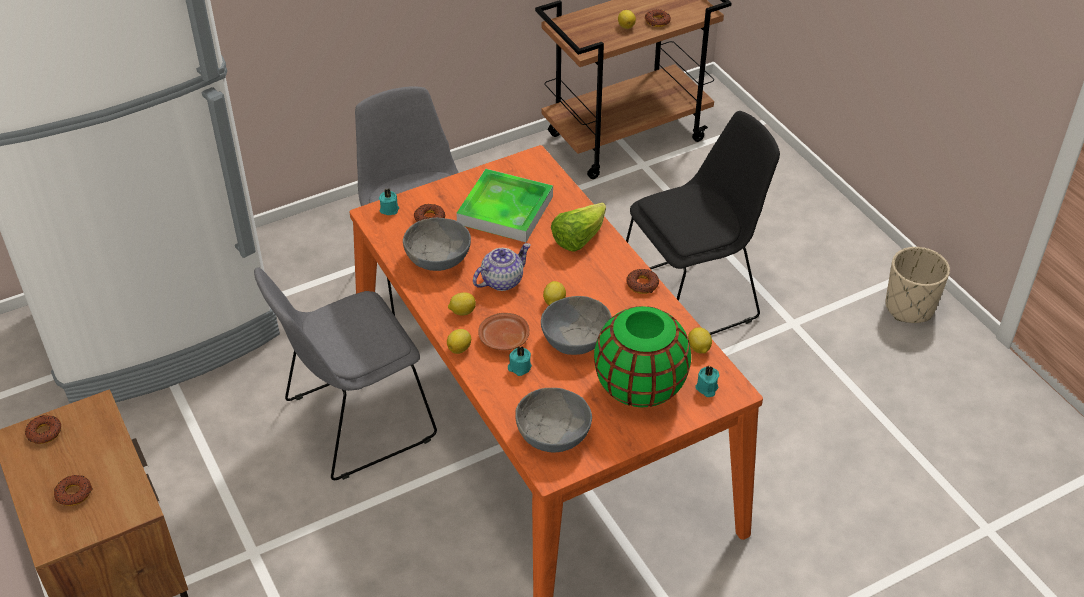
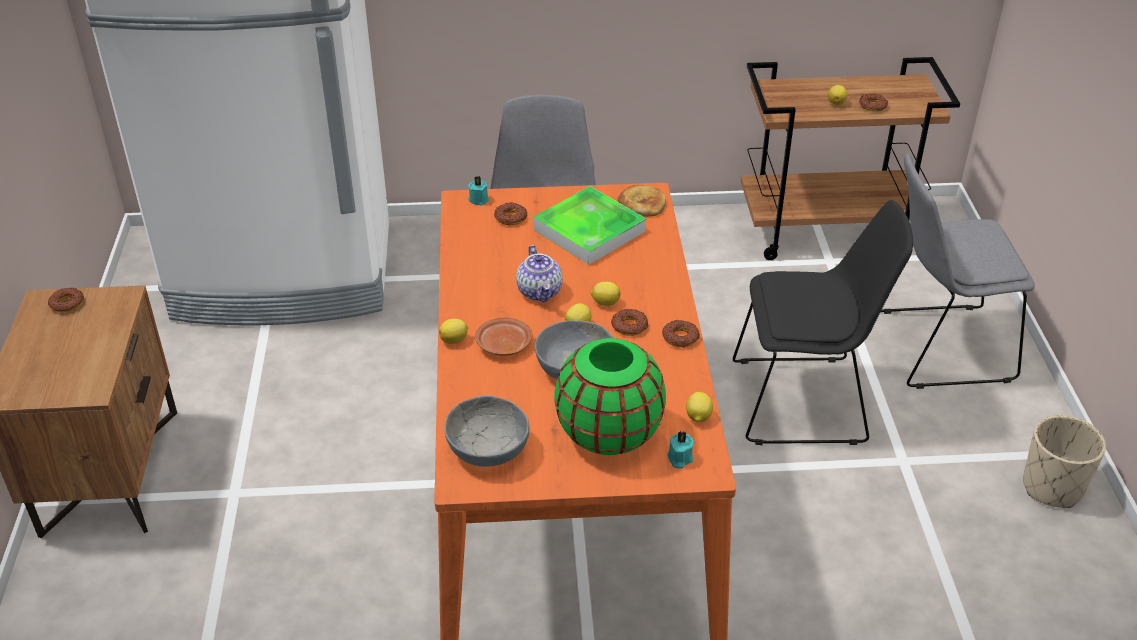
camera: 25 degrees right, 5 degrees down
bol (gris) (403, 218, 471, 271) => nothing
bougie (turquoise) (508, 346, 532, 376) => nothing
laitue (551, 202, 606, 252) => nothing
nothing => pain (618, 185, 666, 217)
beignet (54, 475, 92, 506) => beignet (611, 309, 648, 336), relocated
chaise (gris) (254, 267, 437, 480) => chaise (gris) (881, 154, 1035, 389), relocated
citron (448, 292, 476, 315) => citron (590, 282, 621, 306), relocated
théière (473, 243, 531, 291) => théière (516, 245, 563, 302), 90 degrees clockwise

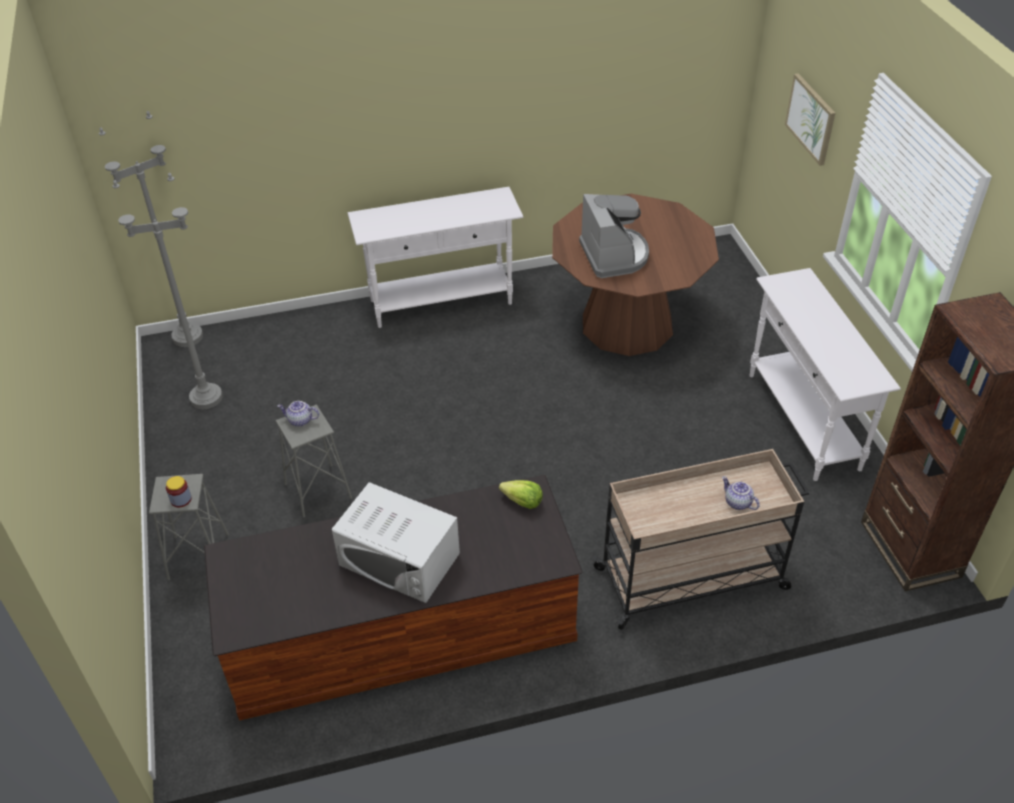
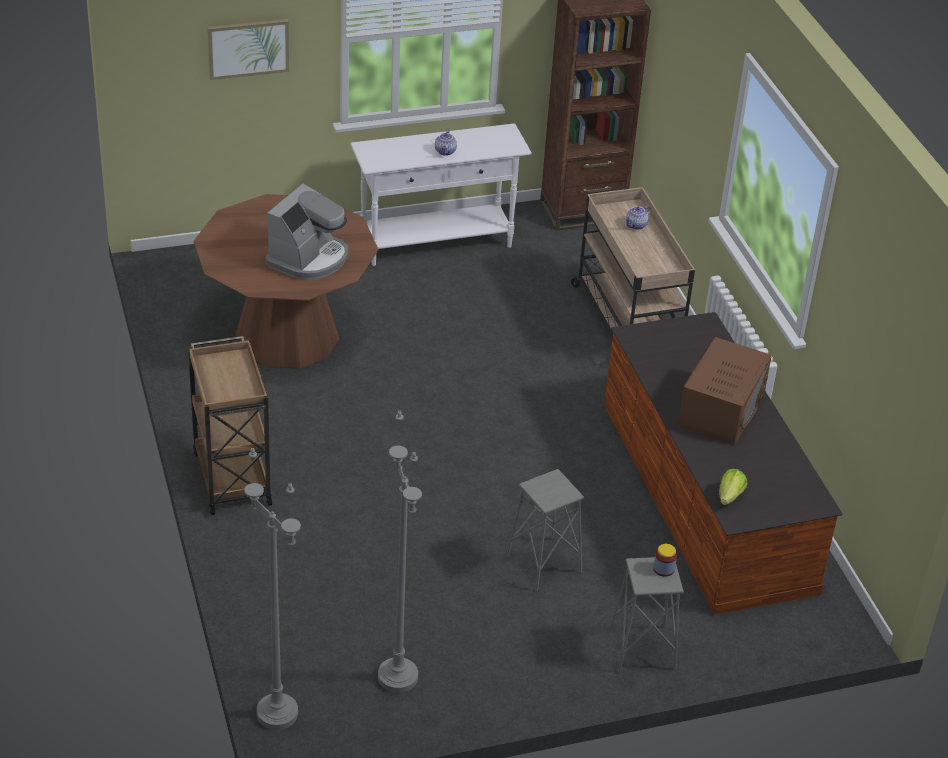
camera: 95 degrees left, 5 degrees down
théière (277, 401, 319, 427) => théière (435, 129, 457, 156), relocated
laitue (499, 480, 543, 509) => laitue (719, 469, 747, 505), relocated
table console (blanc) (348, 187, 523, 328) => chariot (marron) (188, 336, 272, 515)
micro-ondes (blanc) (332, 482, 460, 603) => micro-ondes (marron) (678, 337, 772, 445)
machine à café (579, 194, 649, 278) => machine à café (265, 184, 348, 280), 135 degrees clockwise

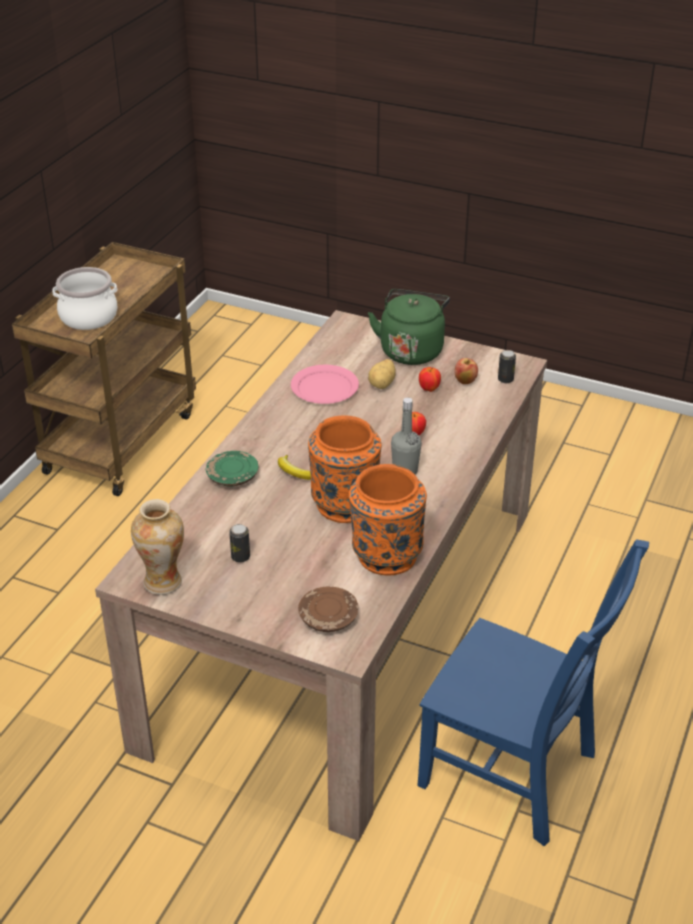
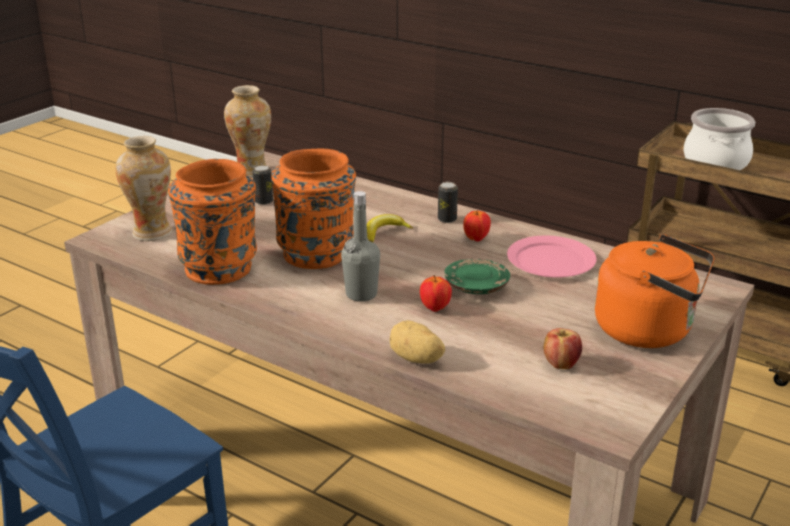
camera: 100 degrees right, 10 degrees down
assiette (vert) (206, 451, 258, 486) => assiette (vert) (444, 259, 510, 294), relocated
pomme de terre (368, 359, 396, 389) => pomme de terre (389, 320, 445, 364), relocated
pomme (419, 367, 441, 392) => pomme (463, 210, 491, 242), relocated
boîte métallique (498, 350, 516, 383) => boîte métallique (438, 182, 458, 223), relocated
assiette (marron) (298, 586, 358, 632) => vase (116, 136, 173, 241)
bouilloire (vert) (368, 289, 450, 365) => bouilloire (orange) (595, 234, 715, 348)

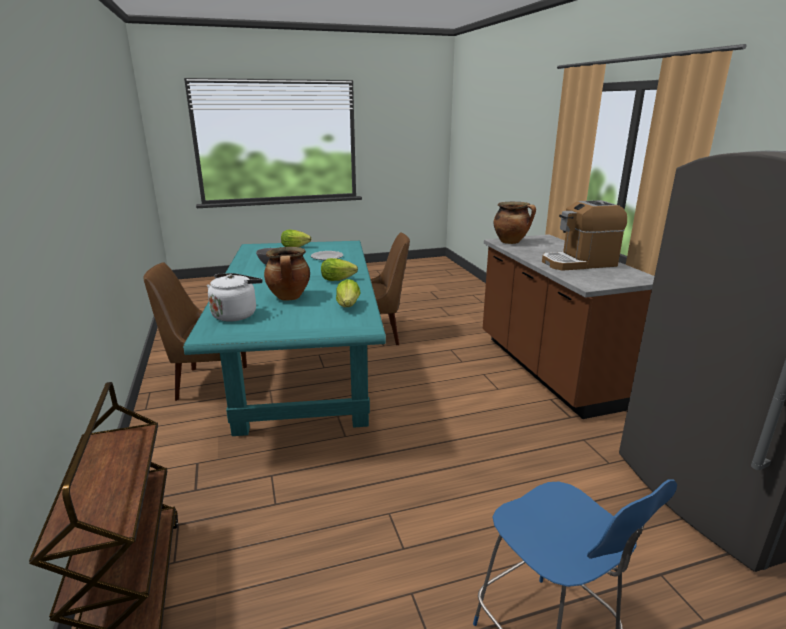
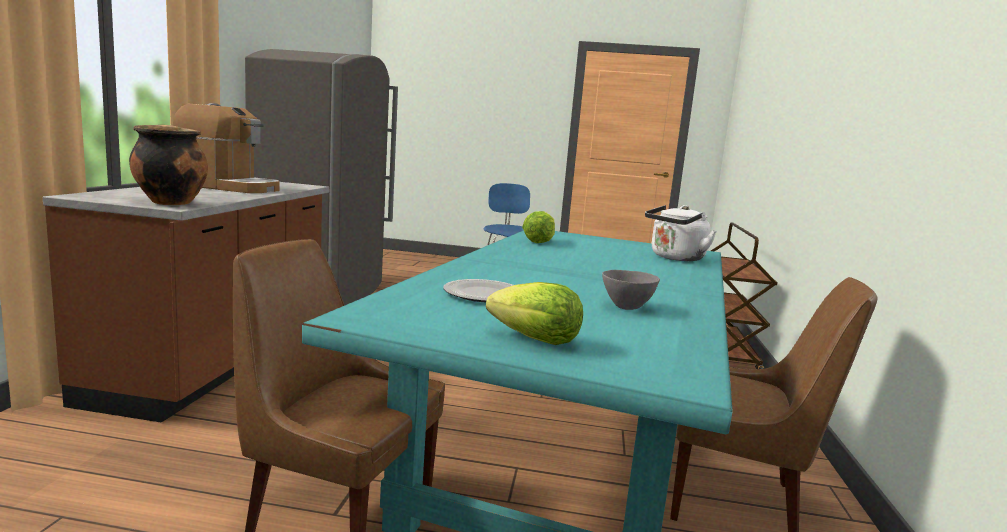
camera: 155 degrees left, 10 degrees down
marmite (264, 247, 310, 301) => nothing
laitue (321, 258, 358, 281) => nothing

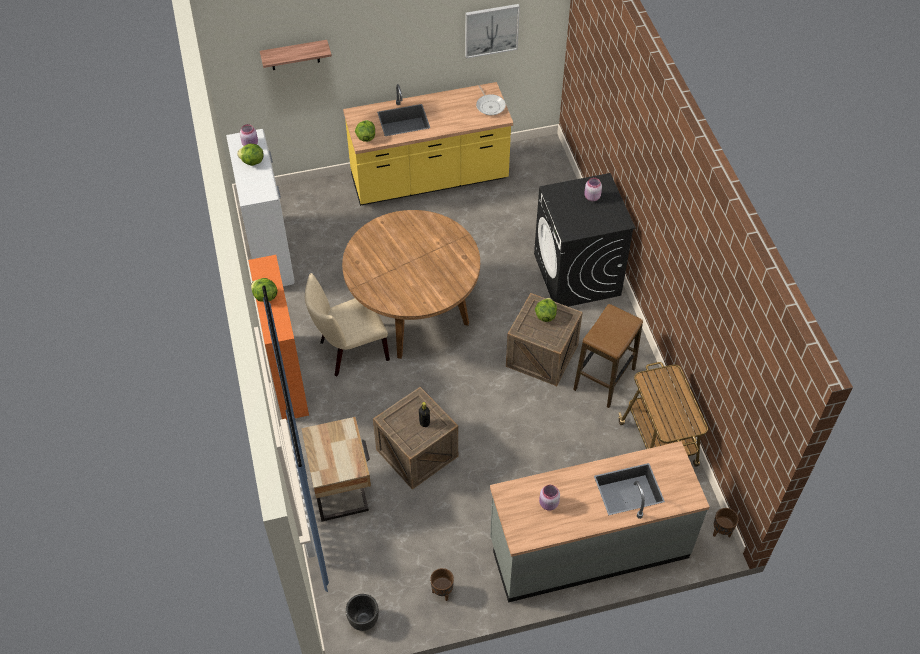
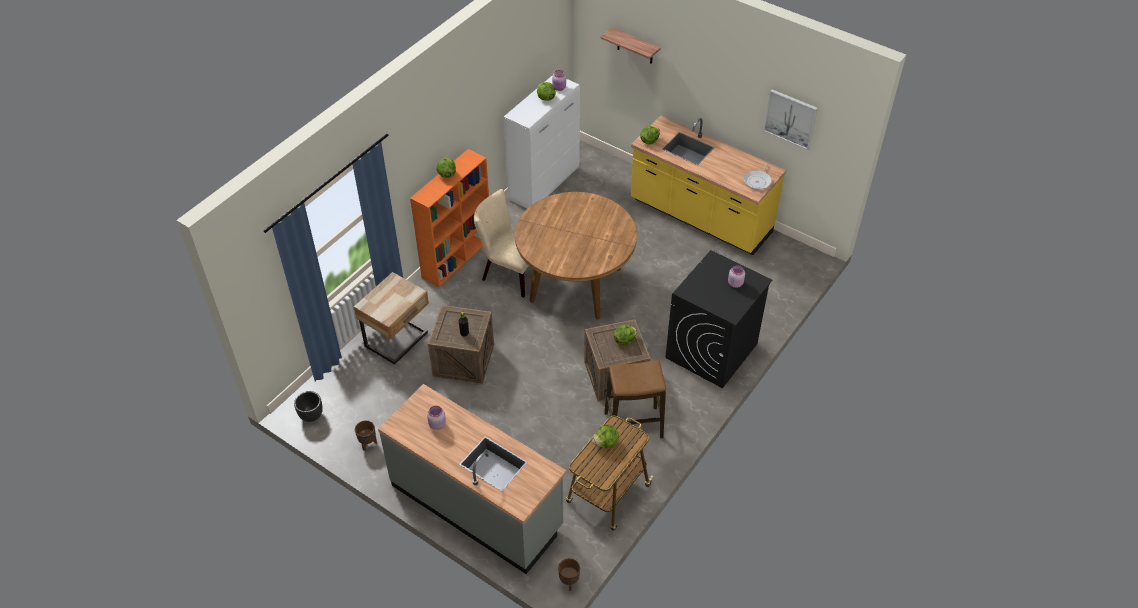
camera: 50 degrees right, 5 degrees down
nothing => laitue (592, 425, 619, 448)

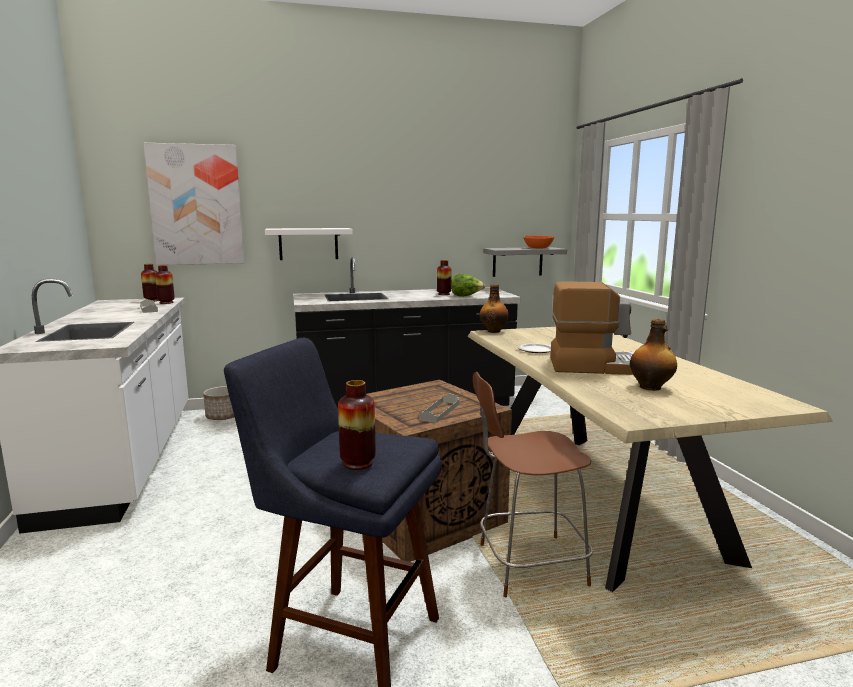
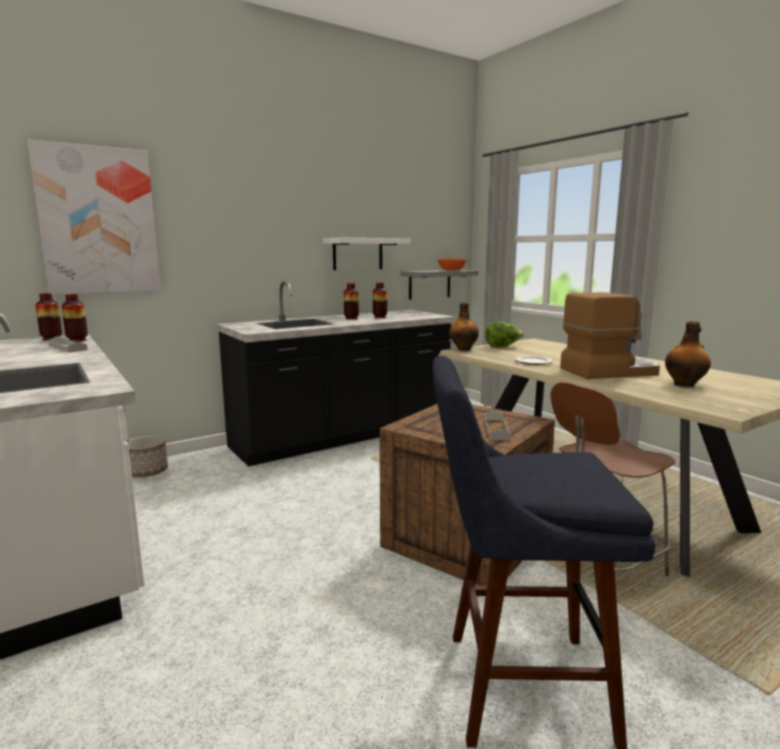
camera: 20 degrees left, 0 degrees up
étagère (blanc) (265, 228, 353, 260) => étagère (blanc) (322, 237, 410, 270), relocated
vase (338, 380, 376, 470) => vase (344, 283, 359, 320), relocated
laitue (451, 274, 485, 297) => laitue (485, 321, 524, 347), relocated

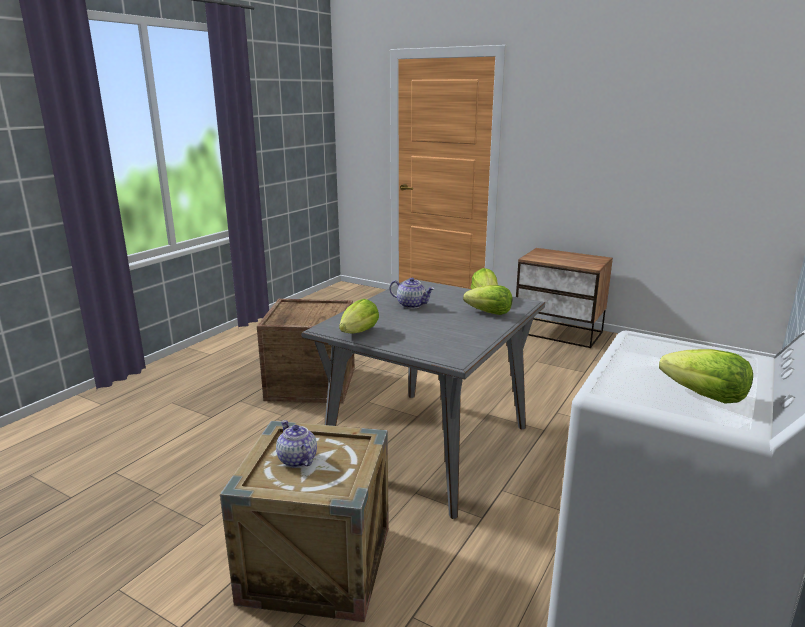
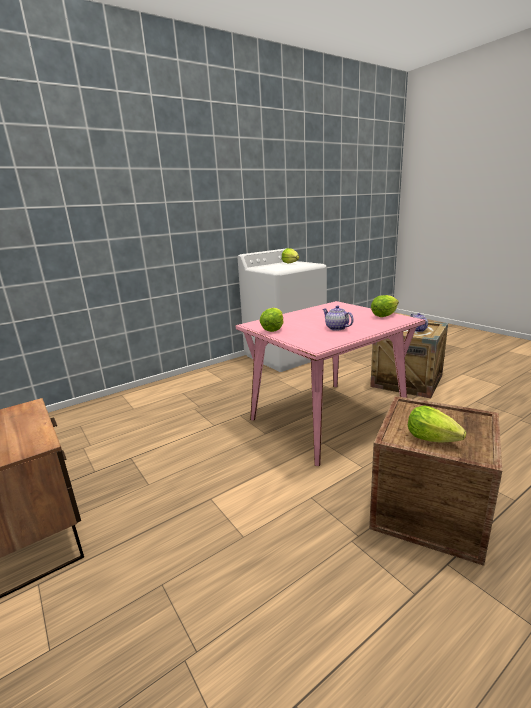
camera: 155 degrees left, 0 degrees up
laitue (463, 285, 512, 315) => laitue (408, 405, 466, 442), relocated
table à manger (gris) (302, 278, 545, 519) => table à manger (rose) (236, 301, 425, 466)

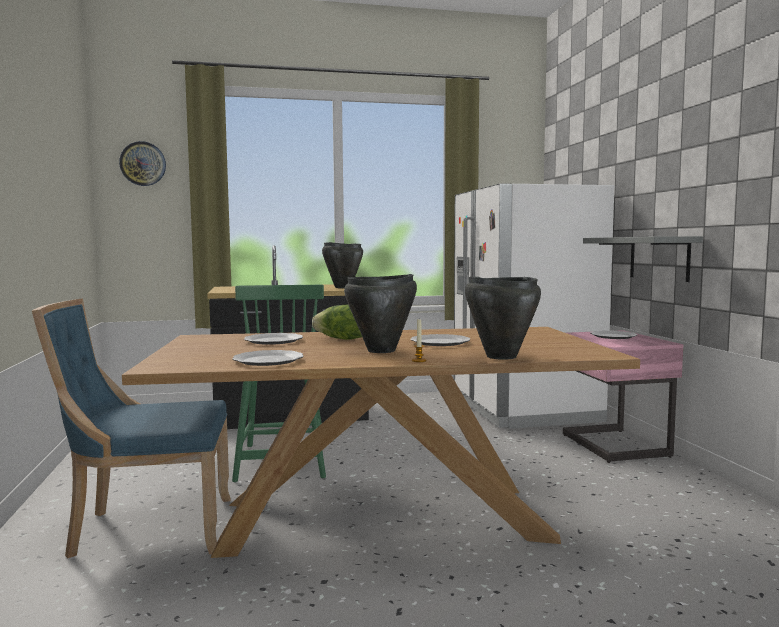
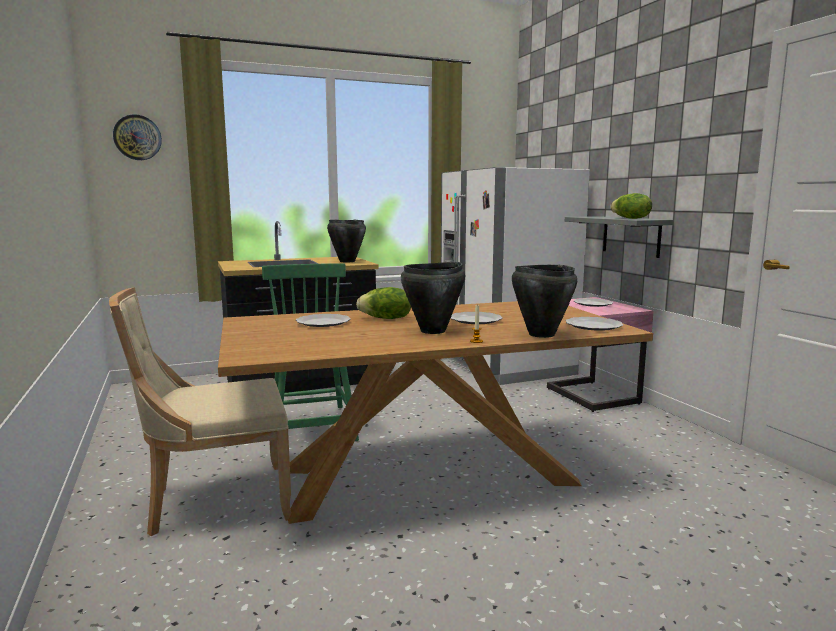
camera: 10 degrees left, 5 degrees up
nothing => laitue (610, 193, 652, 219)
assiette (232, 350, 304, 366) => assiette (565, 317, 623, 331), relocated
chaise (bleu) (32, 299, 231, 558) => chaise (beige) (109, 287, 291, 536)

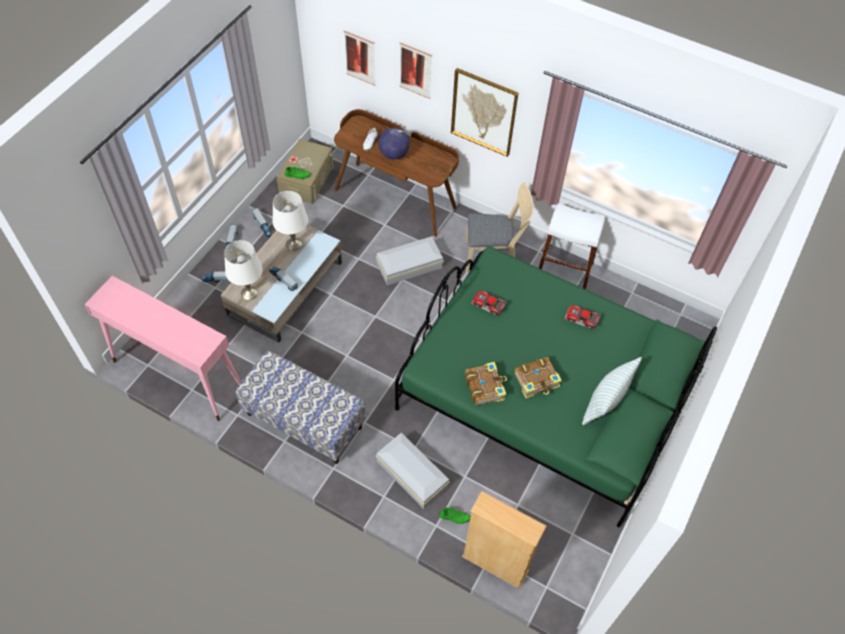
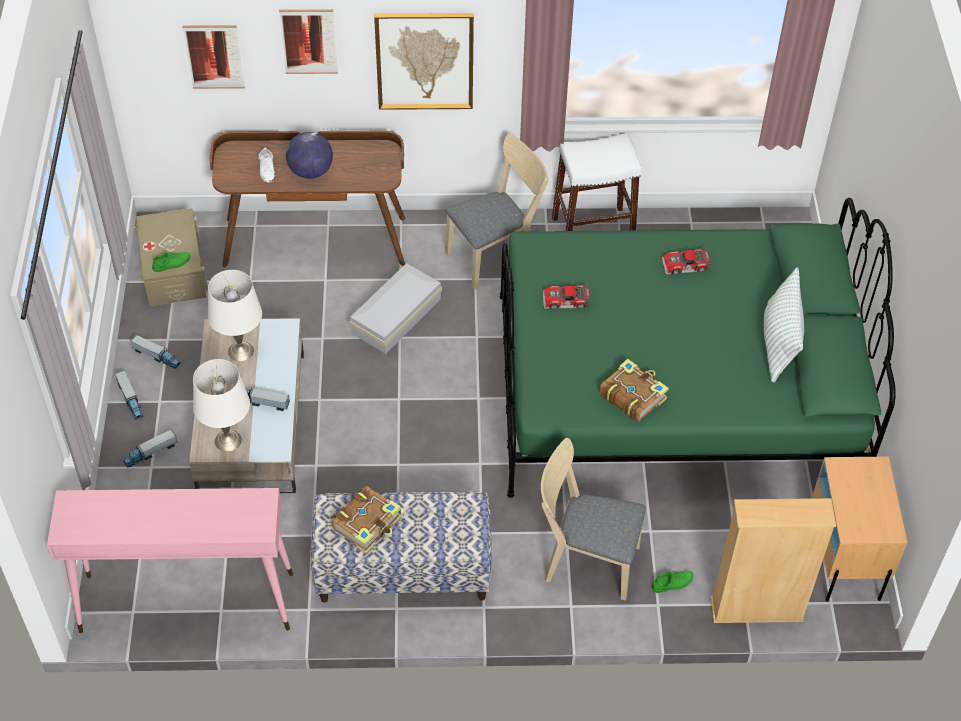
camera: 30 degrees left, 5 degrees down
nothing => table de chevet (beige) (813, 456, 907, 602)
livre (514, 357, 562, 399) => livre (332, 486, 401, 554), relocated
boîte de rangement (blanc) (376, 432, 450, 509) => chaise (beige) (541, 438, 646, 601)

